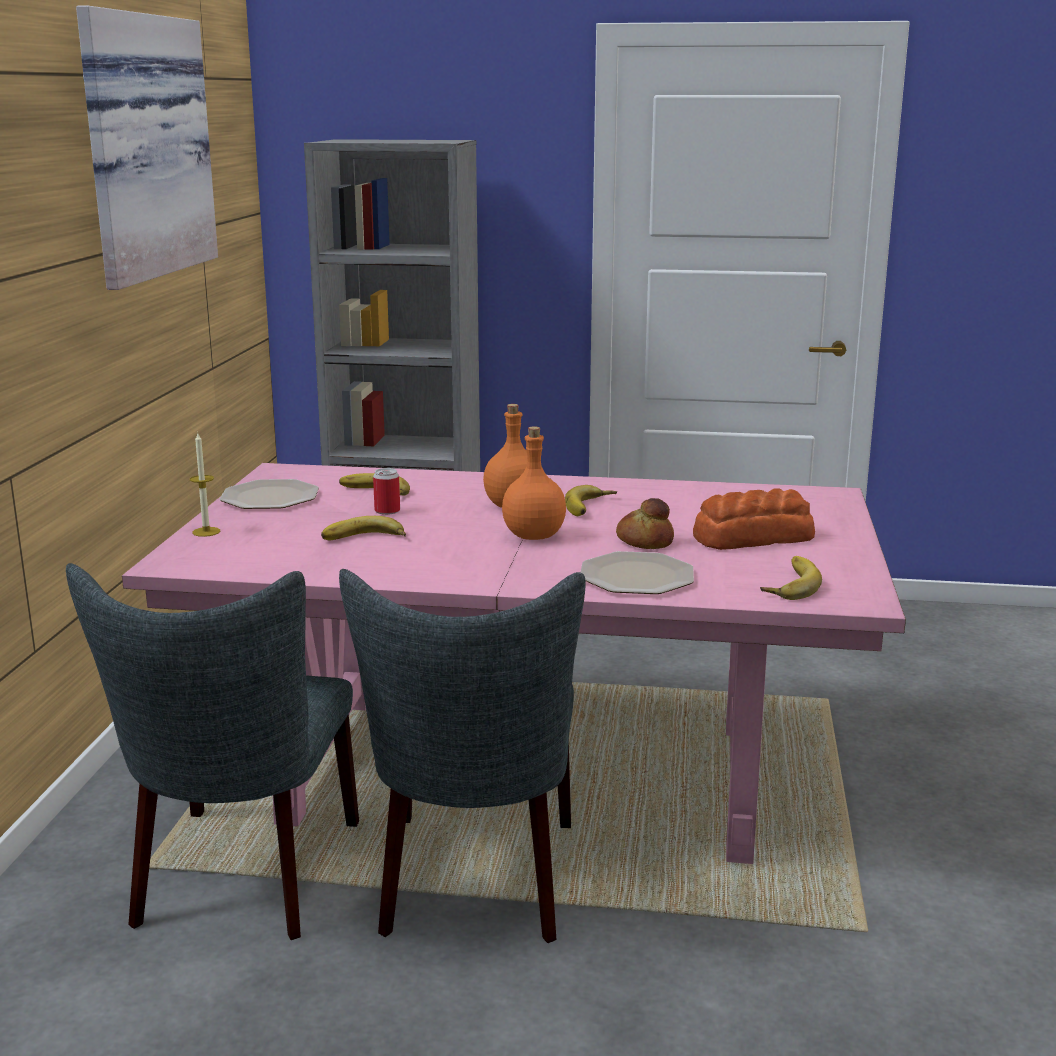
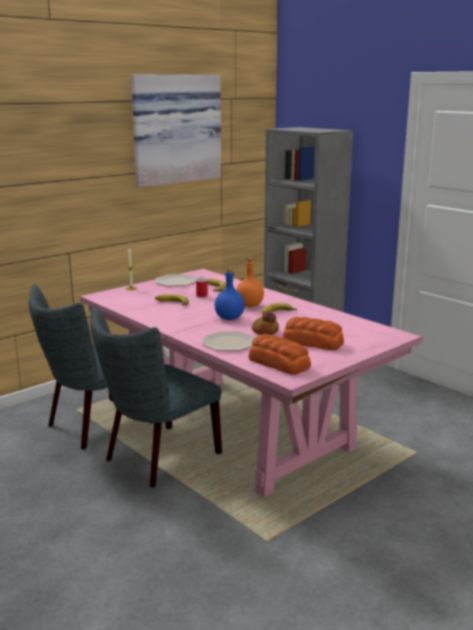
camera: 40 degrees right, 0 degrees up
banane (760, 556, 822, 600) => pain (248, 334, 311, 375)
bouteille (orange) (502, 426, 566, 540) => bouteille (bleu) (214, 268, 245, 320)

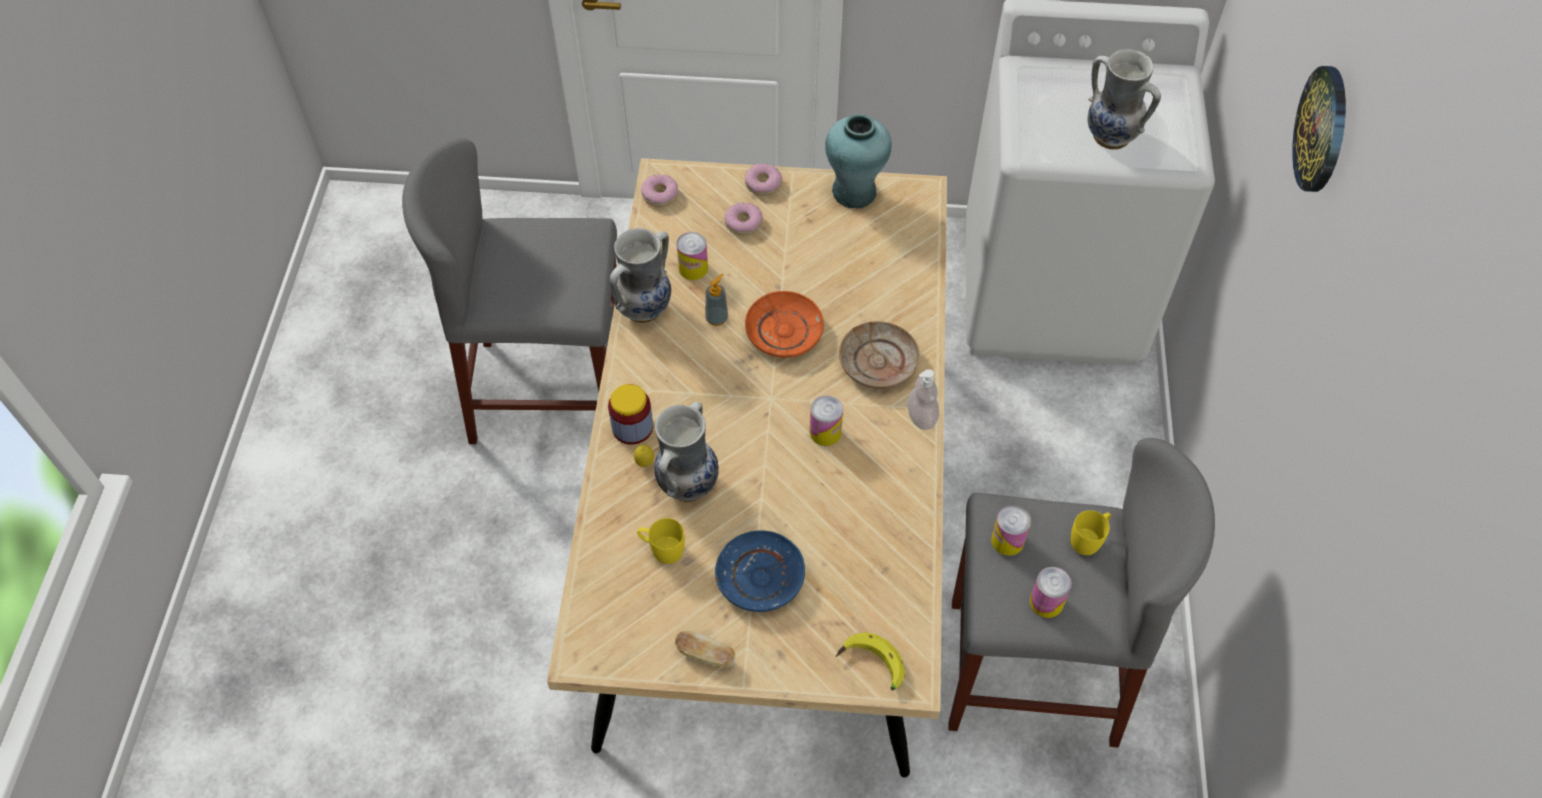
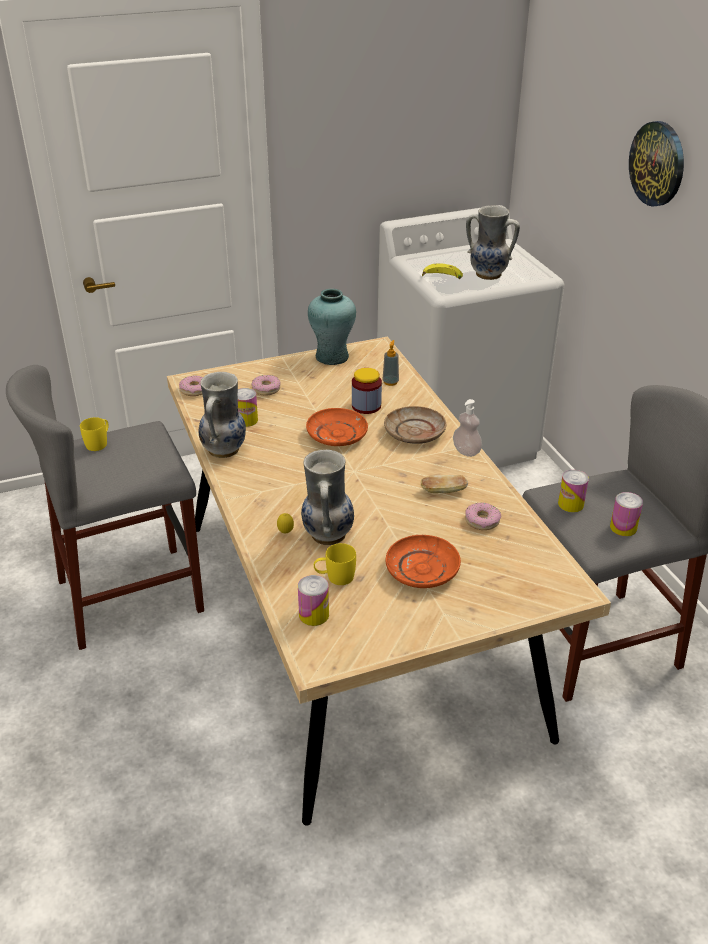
camera: 25 degrees left, 20 degrees down
bocal (608, 384, 653, 445) => bocal (352, 368, 382, 414), relocated
pain (675, 631, 736, 668) => pain (421, 475, 468, 493), relocated
distributeur de savon (705, 274, 728, 326) => distributeur de savon (382, 340, 399, 386), relocated
beignet (745, 164, 782, 196) => beignet (465, 502, 501, 530), relocated
boîte métallique (810, 395, 843, 446) => boîte métallique (298, 575, 329, 626), relocated
banane (836, 632, 905, 690) => banane (422, 263, 463, 279), relocated
mug (jaune) (1071, 510, 1111, 555) => mug (jaune) (80, 417, 109, 451), relocated
assiette (bleu) (715, 531, 805, 612) => assiette (orange) (386, 535, 461, 588)

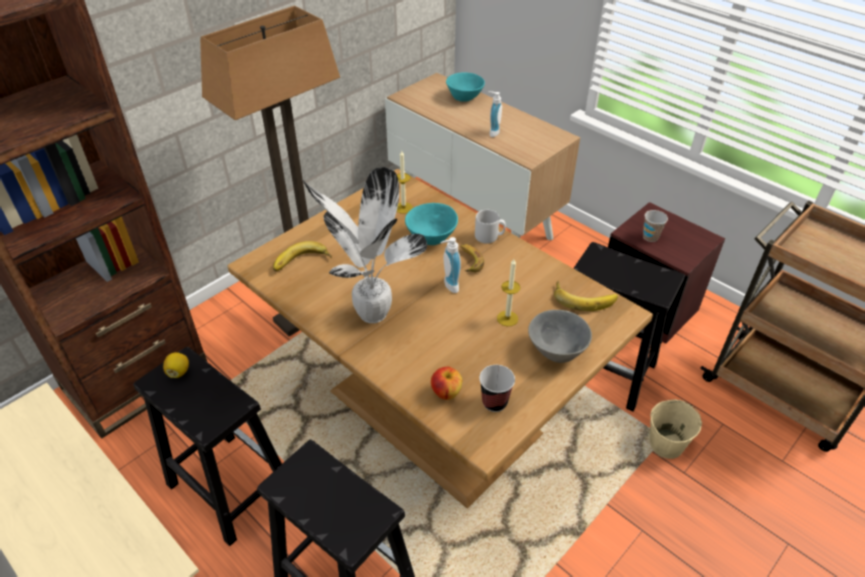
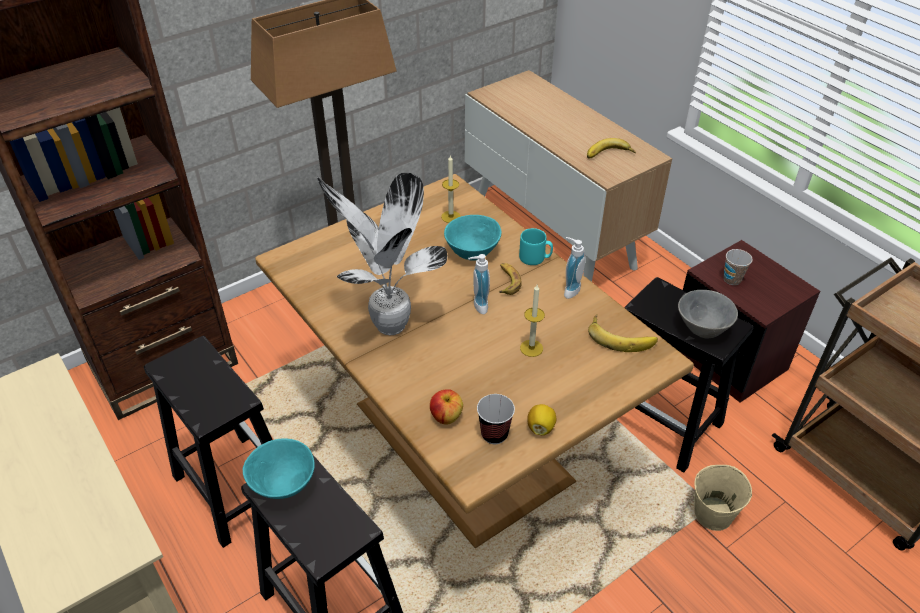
camera: 10 degrees right, 0 degrees up
citron (163, 352, 189, 378) => citron (527, 404, 556, 435), relocated
banane (273, 241, 332, 271) => banane (587, 138, 636, 159), relocated
bol (turquoise) (446, 73, 485, 102) => bol (turquoise) (243, 438, 315, 499), relocated
distributeur de savon (488, 91, 502, 137) => distributeur de savon (564, 237, 586, 299), relocated
bol (gris) (528, 310, 592, 363) => bol (gris) (678, 290, 738, 339), relocated
mug (gris) (475, 210, 506, 244) => mug (turquoise) (519, 228, 553, 265)

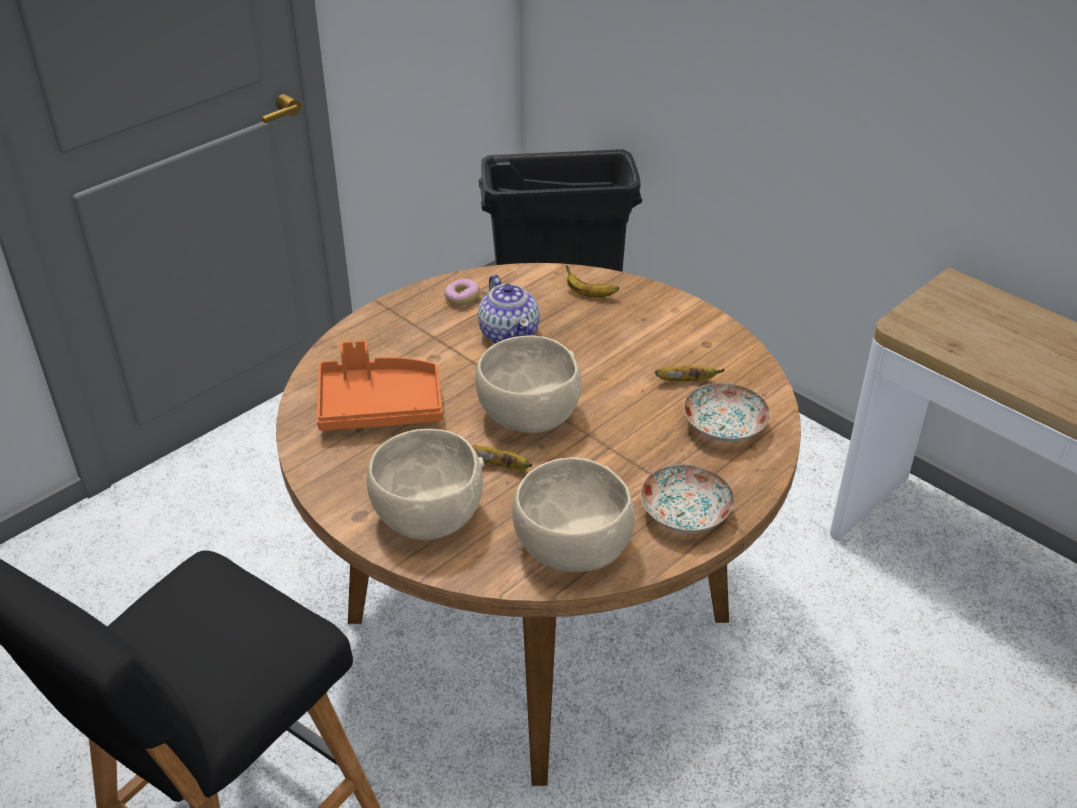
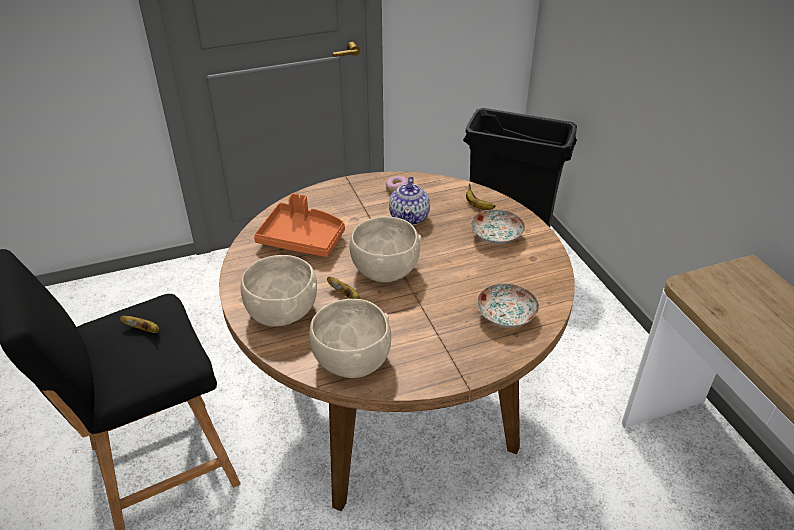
camera: 25 degrees right, 0 degrees up
assiette (640, 464, 734, 533) => assiette (471, 209, 525, 244), relocated
banane (655, 366, 725, 381) => banane (120, 316, 159, 333), relocated

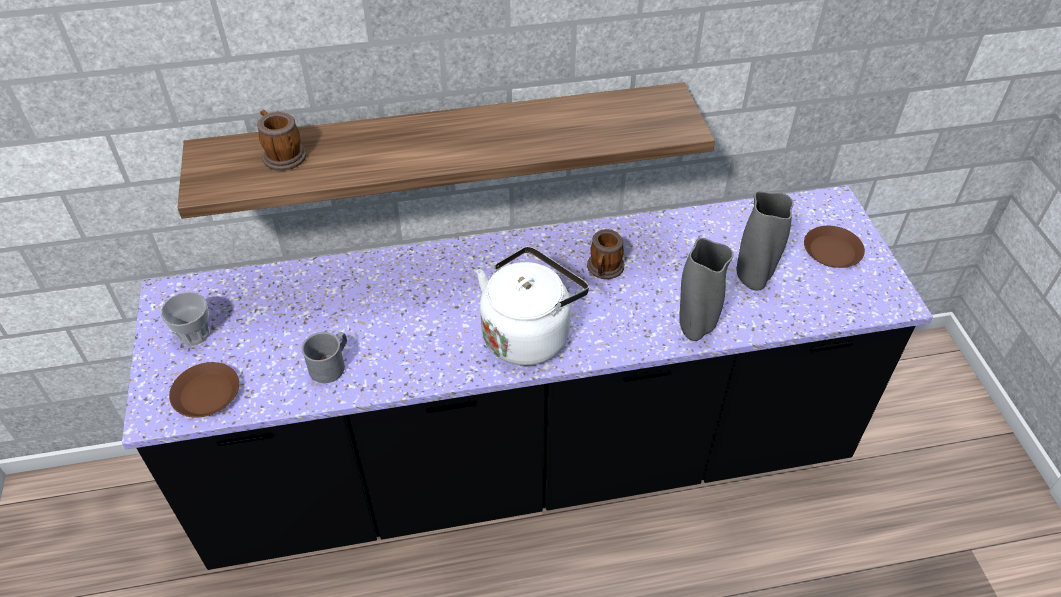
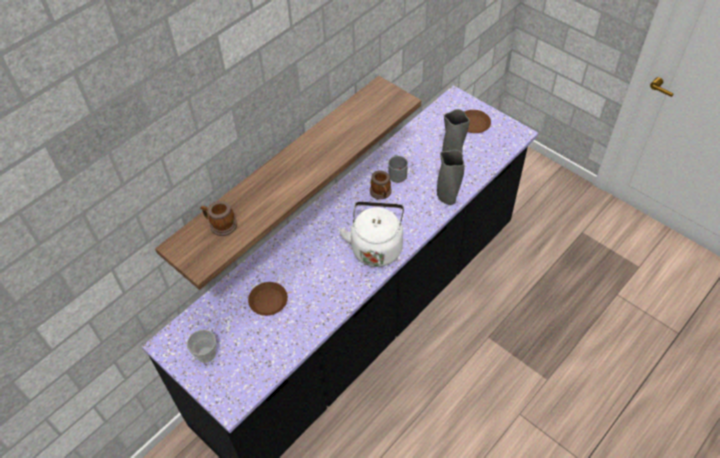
camera: 35 degrees left, 5 degrees up
assiette (marron) (169, 362, 239, 418) => assiette (marron) (248, 282, 288, 316), relocated
mug (gris) (301, 332, 347, 383) => mug (gris) (388, 155, 408, 183), relocated

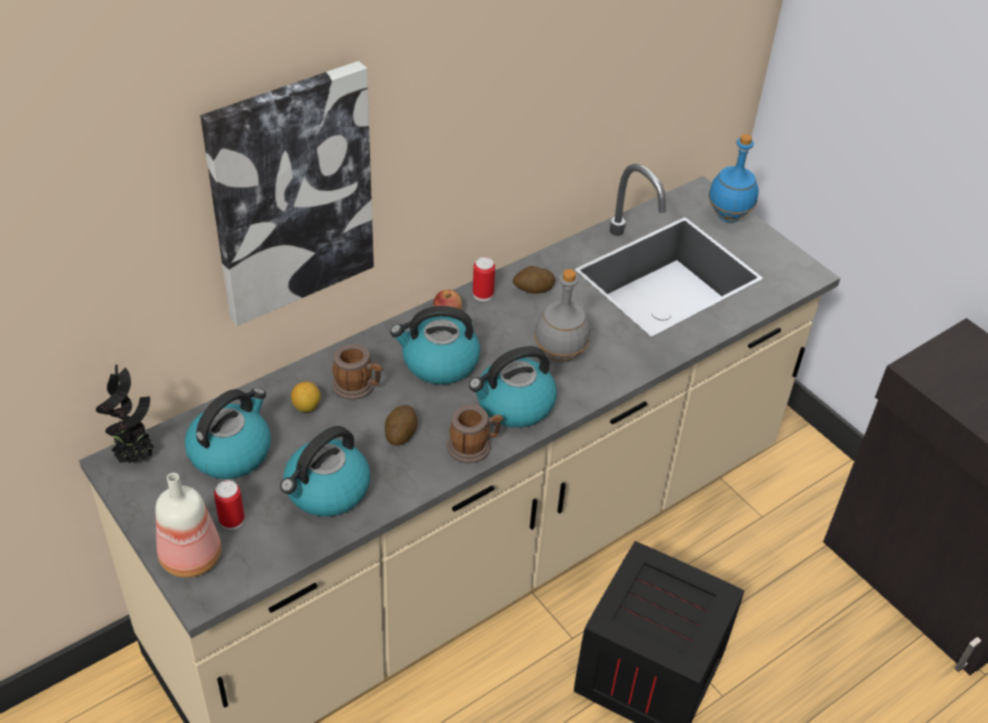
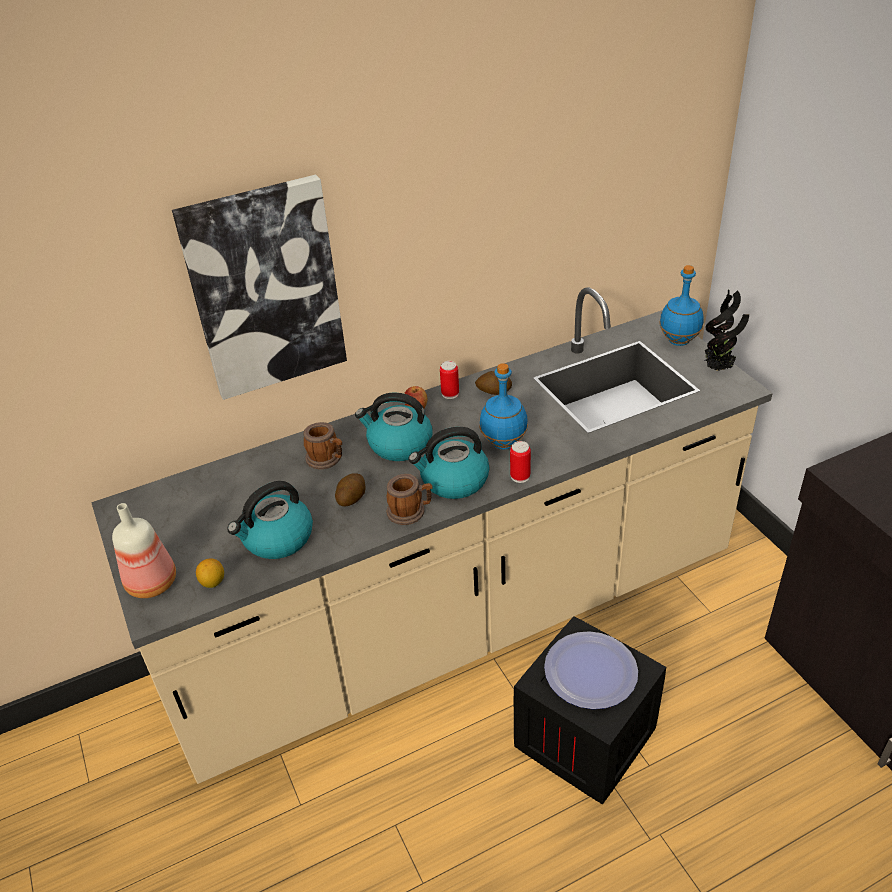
camera: 15 degrees right, 5 degrees down
bouilloire (185, 388, 271, 479) => nothing
nothing => assiette (544, 631, 638, 709)
plante en pot (96, 364, 154, 463) => plante en pot (705, 290, 749, 371), relocated
boîte métallique (214, 480, 245, 530) => boîte métallique (510, 441, 531, 483), relocated
citron (291, 382, 321, 412) => citron (196, 558, 224, 588), relocated
bouteille (gris) (534, 269, 590, 363) => bouteille (bleu) (479, 363, 528, 450)

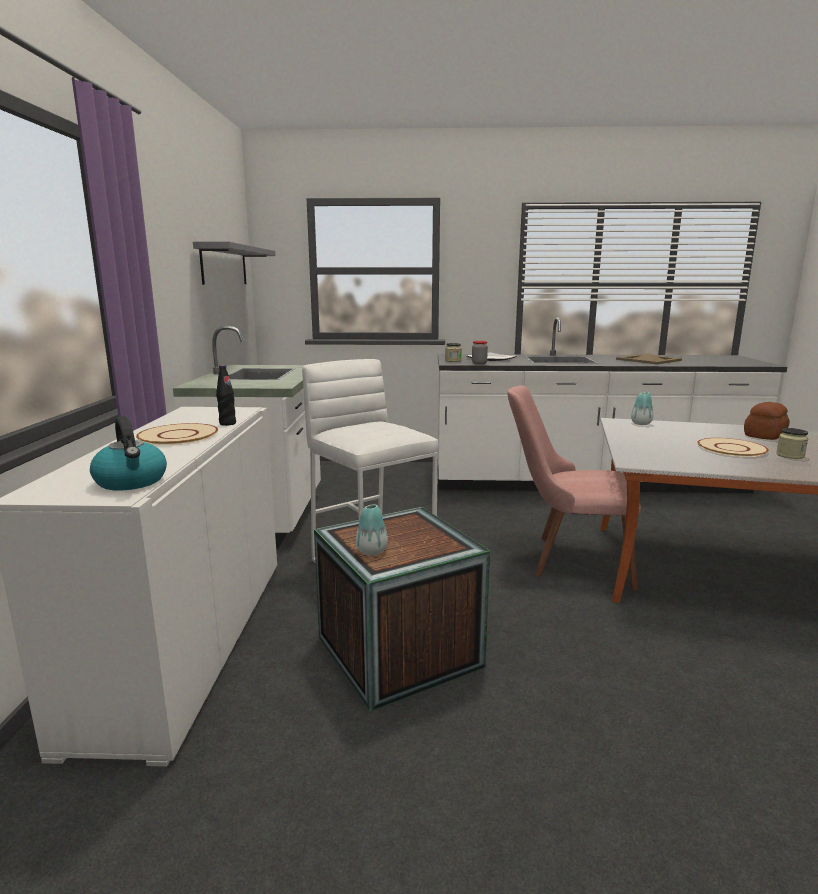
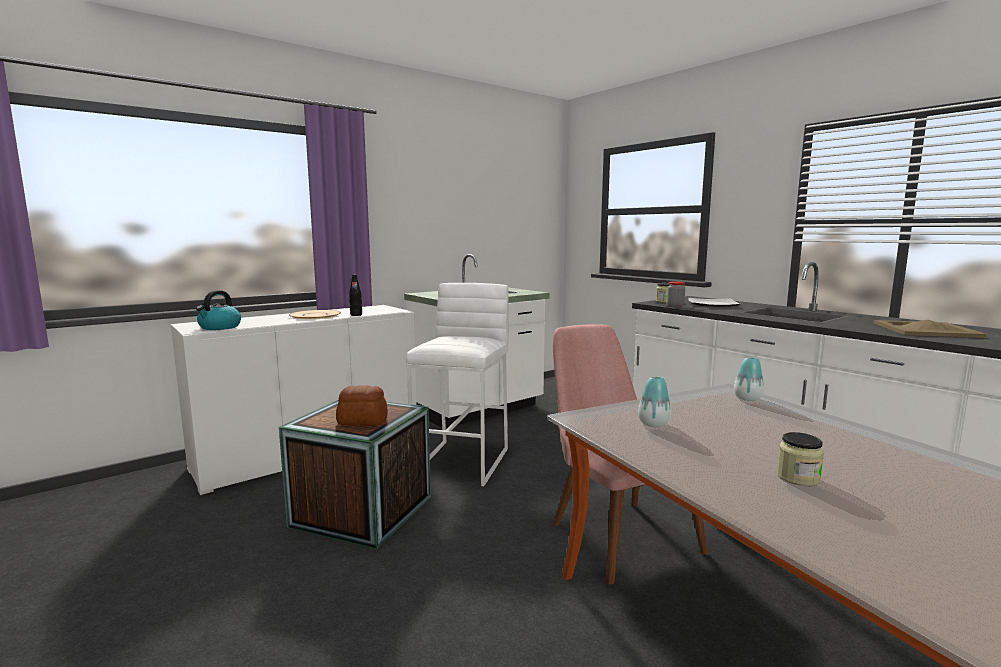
camera: 50 degrees right, 5 degrees down
étagère (gris) (193, 241, 276, 285) => nothing
assiette (beige) (698, 438, 769, 457) => nothing
vase (356, 504, 388, 556) => vase (638, 377, 671, 427), relocated
pain (744, 402, 790, 440) => pain (336, 385, 388, 426), relocated

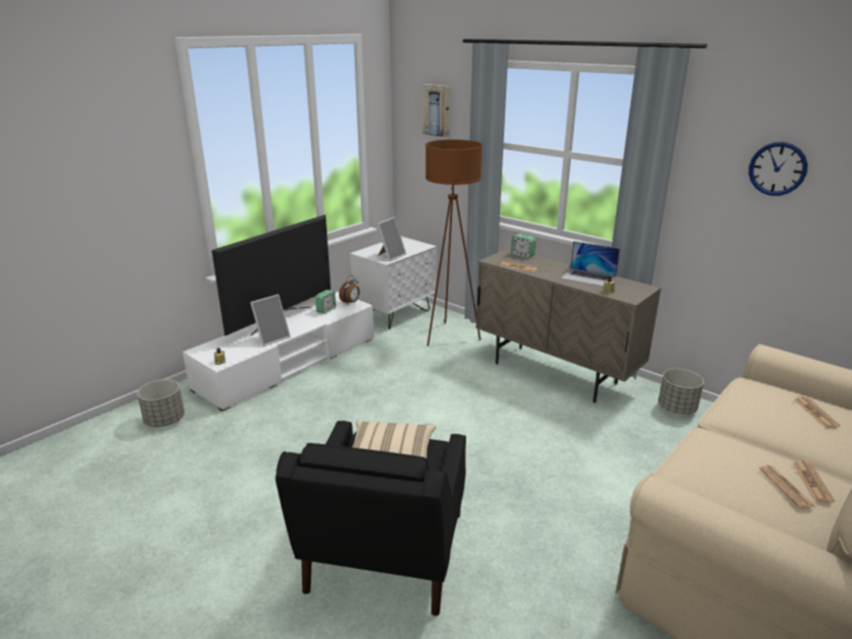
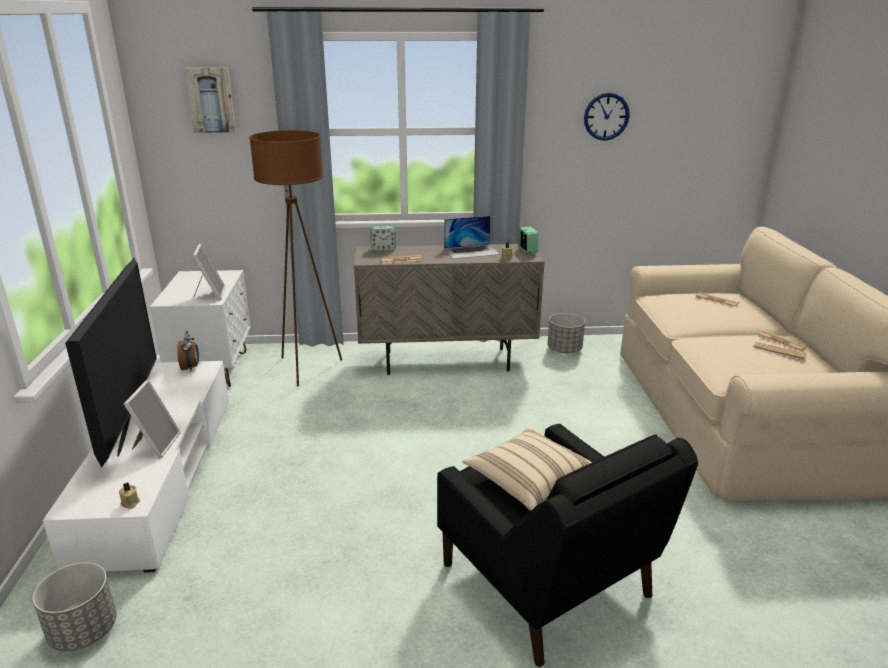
camera: 45 degrees left, 0 degrees up
réveil (315, 290, 336, 314) => réveil (518, 227, 538, 254), relocated

